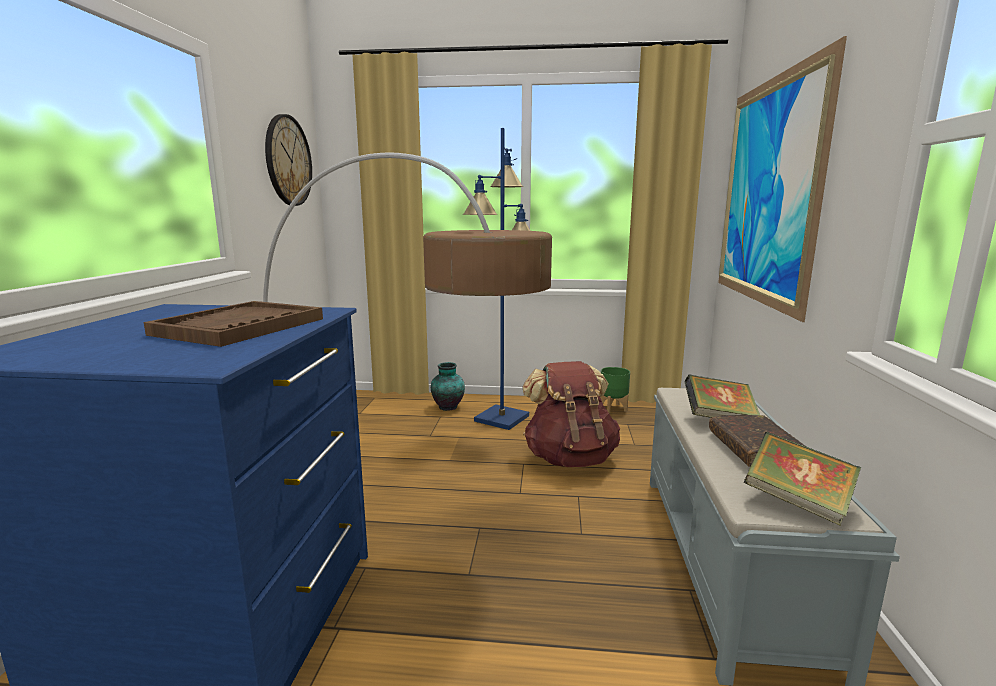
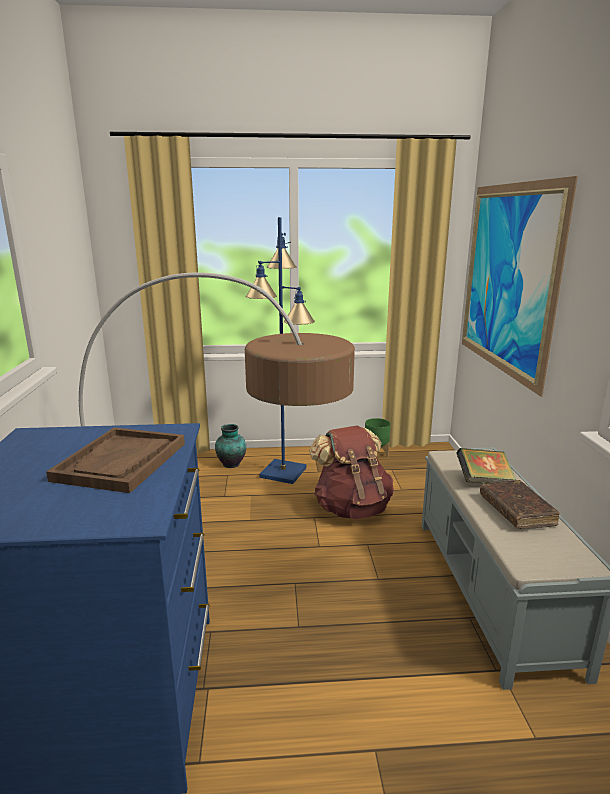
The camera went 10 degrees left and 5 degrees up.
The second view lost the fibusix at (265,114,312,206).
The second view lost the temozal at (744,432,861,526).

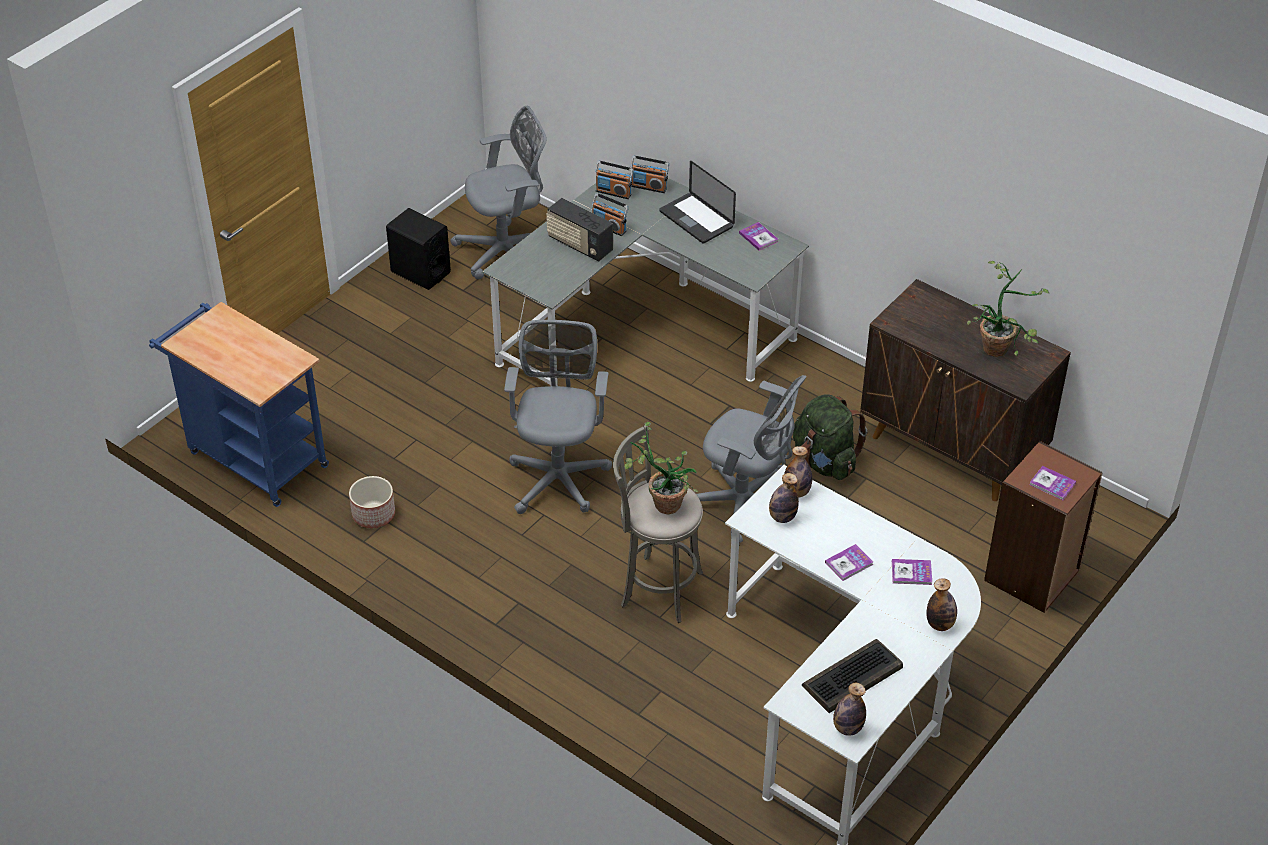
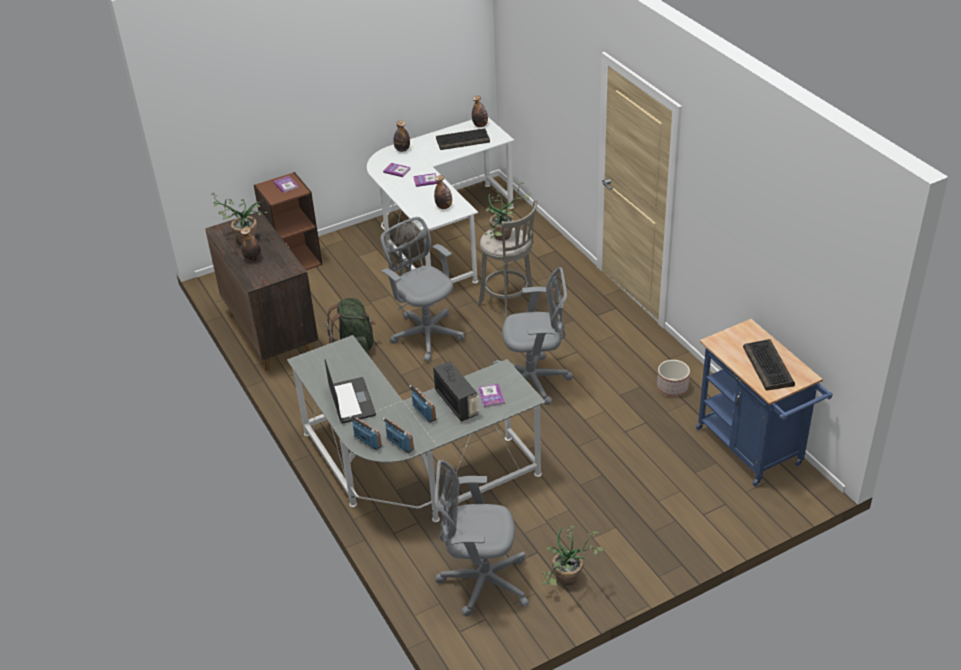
The camera went 155 degrees left and 5 degrees down.
The second view gained the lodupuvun at (743,339,795,391).
The temozal ended up elsewhere, having gone from (739,222,778,251) to (478,384,505,408).
The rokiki ended up elsewhere, having gone from (783,446,812,498) to (240,227,261,262).
Where the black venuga stood at (386,208,451,290), the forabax came to stand at (542,526,604,586).
The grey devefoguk at (504,320,612,514) ended up facing another way, 120 degrees counterclockwise from before.

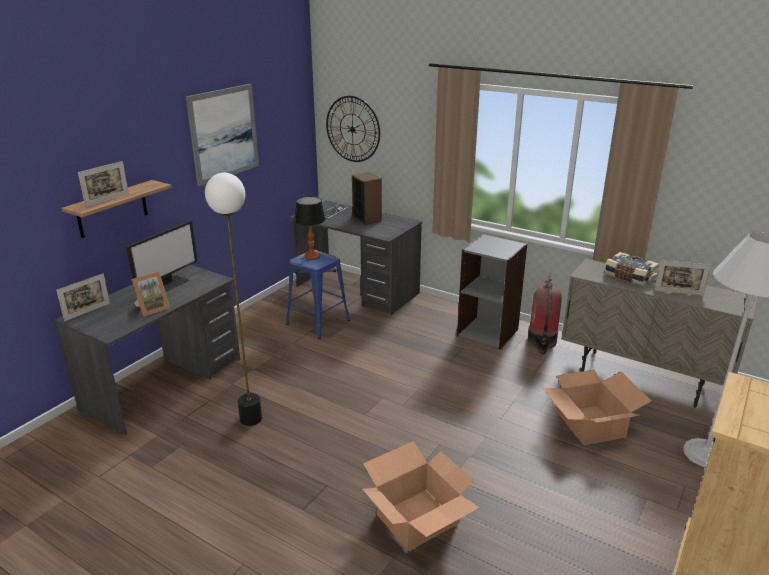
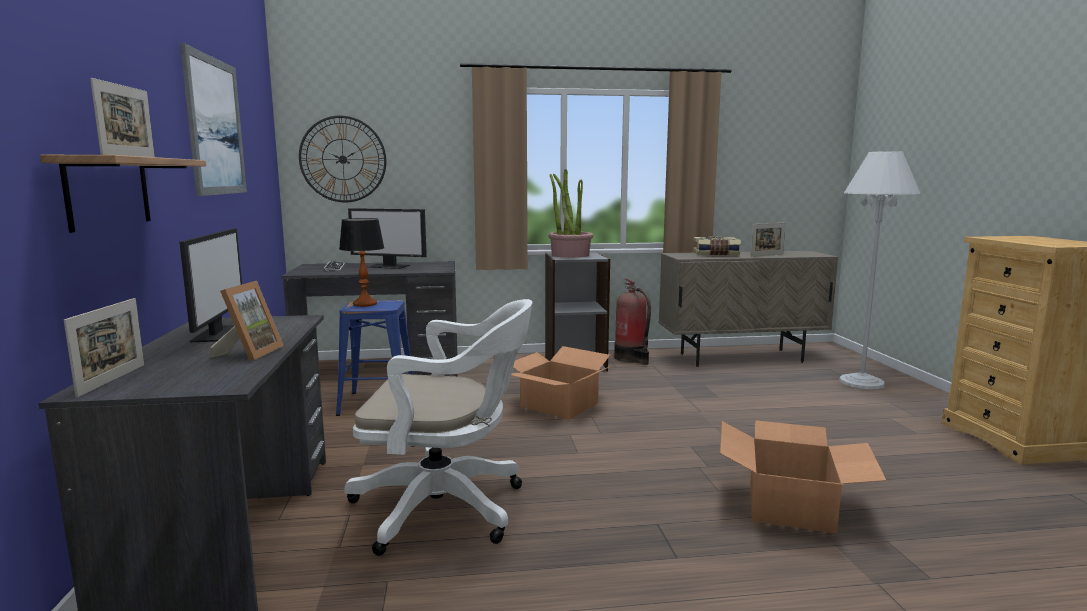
The camera went 40 degrees left and 15 degrees down.
The second view gained the forabax at (548,169,594,258).
The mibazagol ended up elsewhere, having gone from (543,369,651,445) to (511,346,611,419).
Where the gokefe stood at (205,173,262,426), the white devefoguk came to stand at (344,299,533,556).
Where the venuga stood at (352,172,382,225), the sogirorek came to stand at (348,208,427,269).

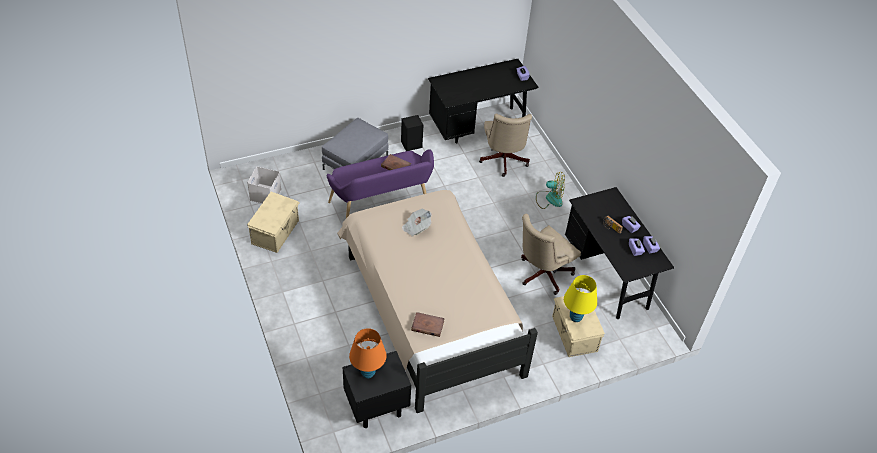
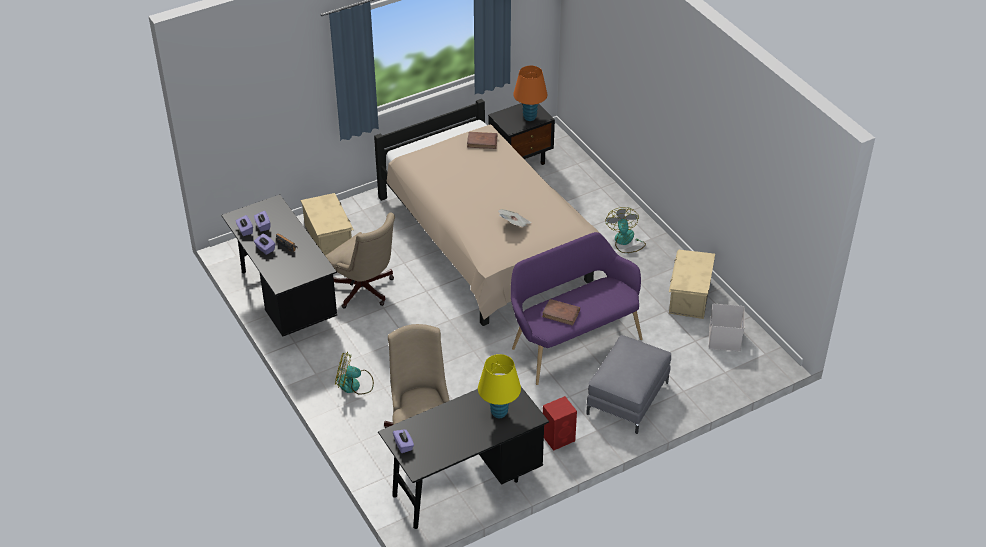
The camera went 175 degrees right and 5 degrees down.
The second view gained the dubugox at (605,207,646,253).
The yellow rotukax ended up elsewhere, having gone from (564,275,597,322) to (478,354,521,418).
What was the black venuga at (401,115,423,151) turned into the red venuga at (543,396,577,451).
The beige devefoguk at (521,214,581,295) ended up facing another way, 90 degrees clockwise from before.

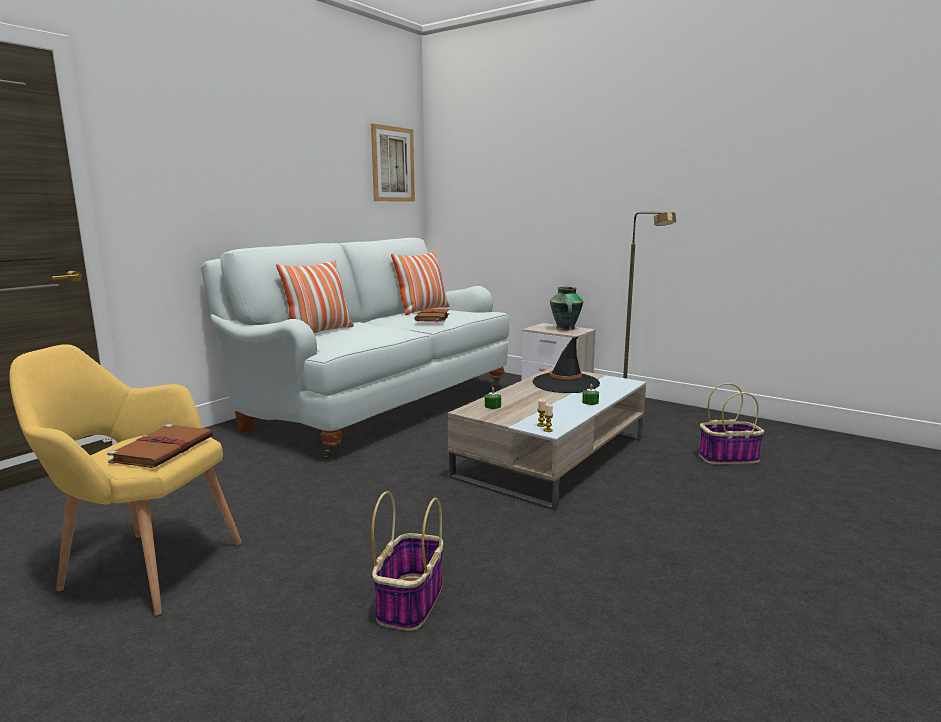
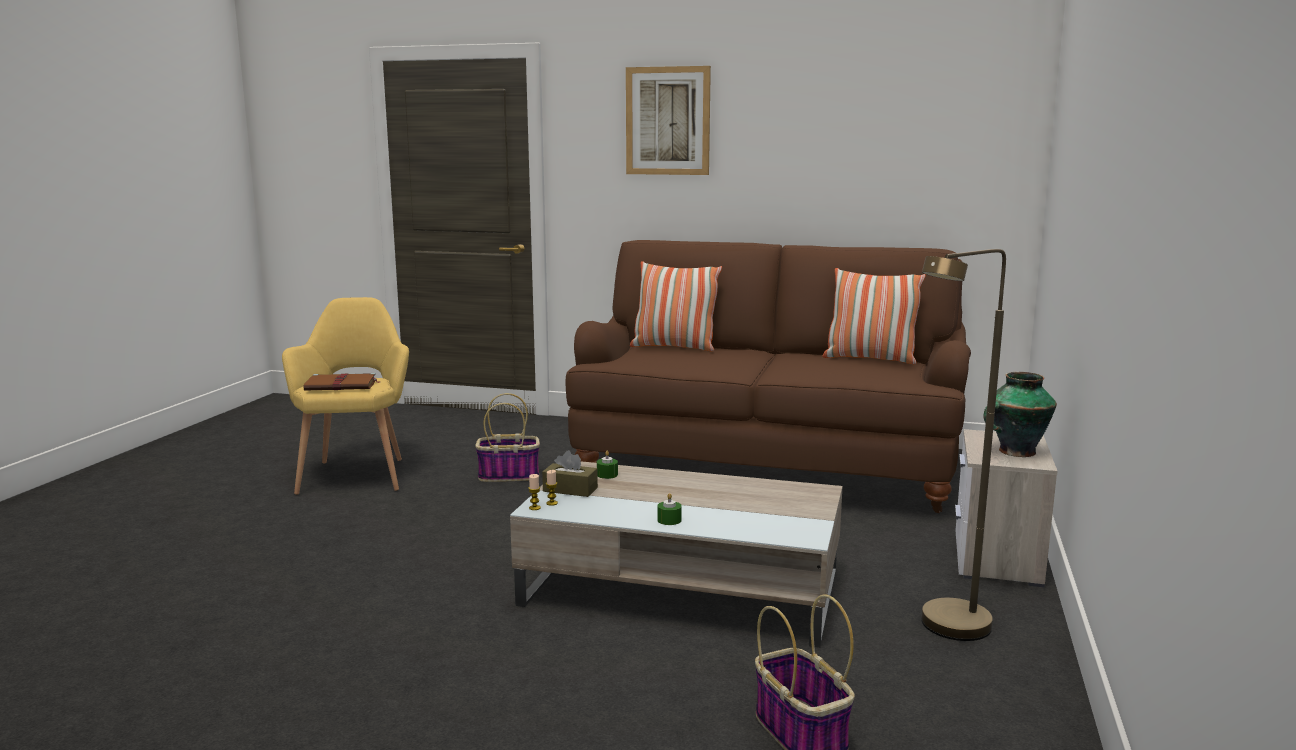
The camera went 70 degrees right and 0 degrees up.
The second view lost the brown temozal at (414,309,449,322).
The second view lost the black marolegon at (533,336,600,393).
The second view gained the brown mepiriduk at (542,450,598,497).
The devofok ended up elsewhere, having gone from (371,123,415,202) to (626,66,711,175).
The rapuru ended up elsewhere, having gone from (371,491,443,631) to (475,393,540,482).
What was the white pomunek at (201,238,509,457) turned into the brown pomunek at (566,240,971,513).

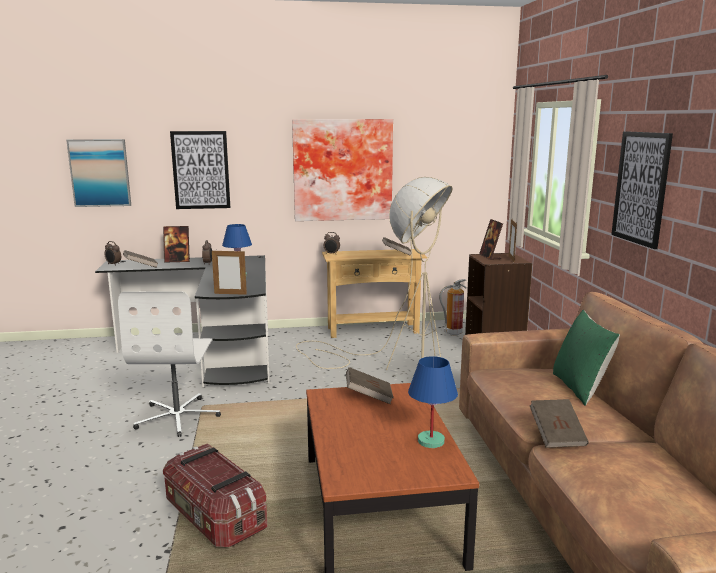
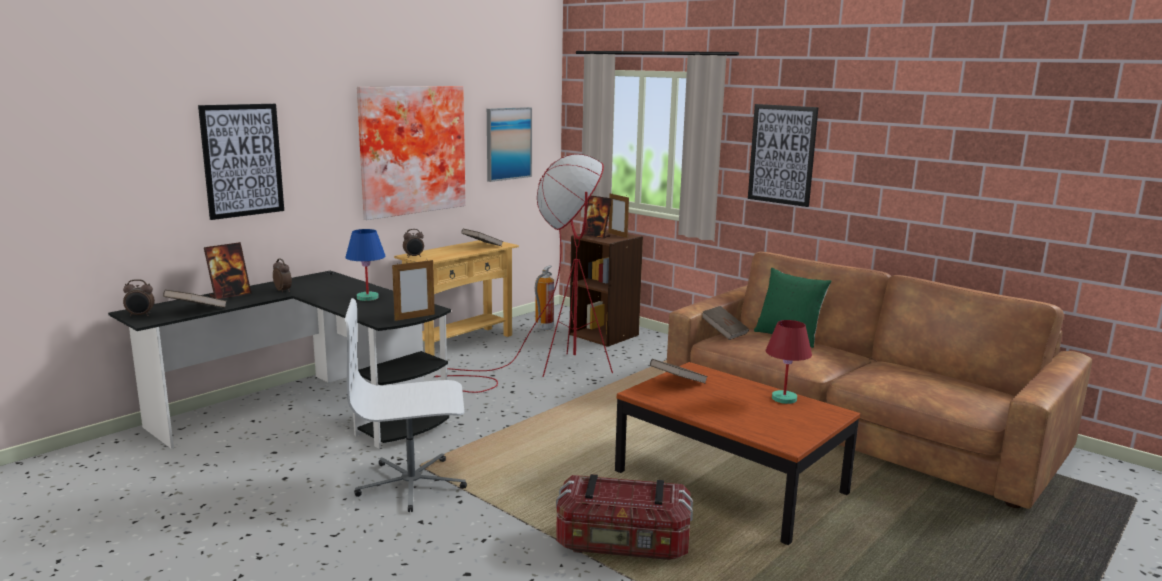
The camera went 40 degrees left and 0 degrees up.
The devofok ended up elsewhere, having gone from (66,139,131,207) to (487,107,532,182).
The brown temozal ended up elsewhere, having gone from (530,399,589,448) to (702,306,749,340).
What was the beige gokefe at (296,177,452,370) turned into the red gokefe at (435,154,613,393).
What was the blue rotukax at (408,356,458,448) turned into the red rotukax at (766,320,812,404).
The white devefoguk at (118,291,221,437) ended up facing another way, 120 degrees clockwise from before.

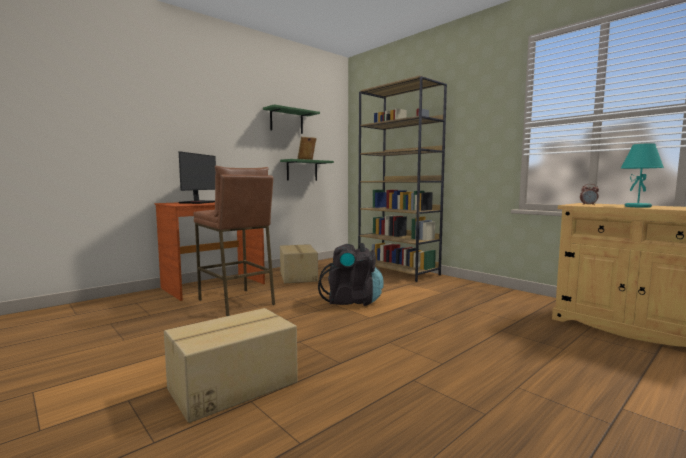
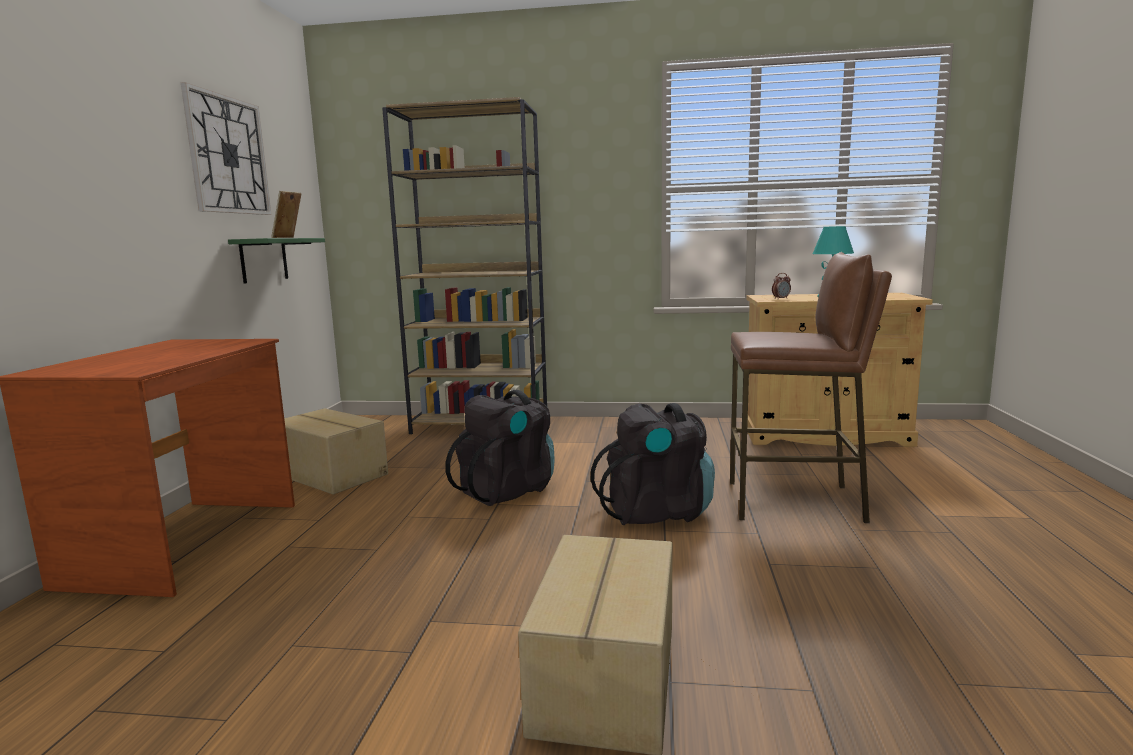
The camera went 40 degrees left and 5 degrees up.
The second view lost the sogirorek at (178,151,216,204).
The second view gained the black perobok at (591,403,715,525).
The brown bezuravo ended up elsewhere, having gone from (193,166,275,316) to (730,252,892,523).
Where the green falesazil hung at (263,104,320,134), the fibusix came to hang at (181,82,271,215).

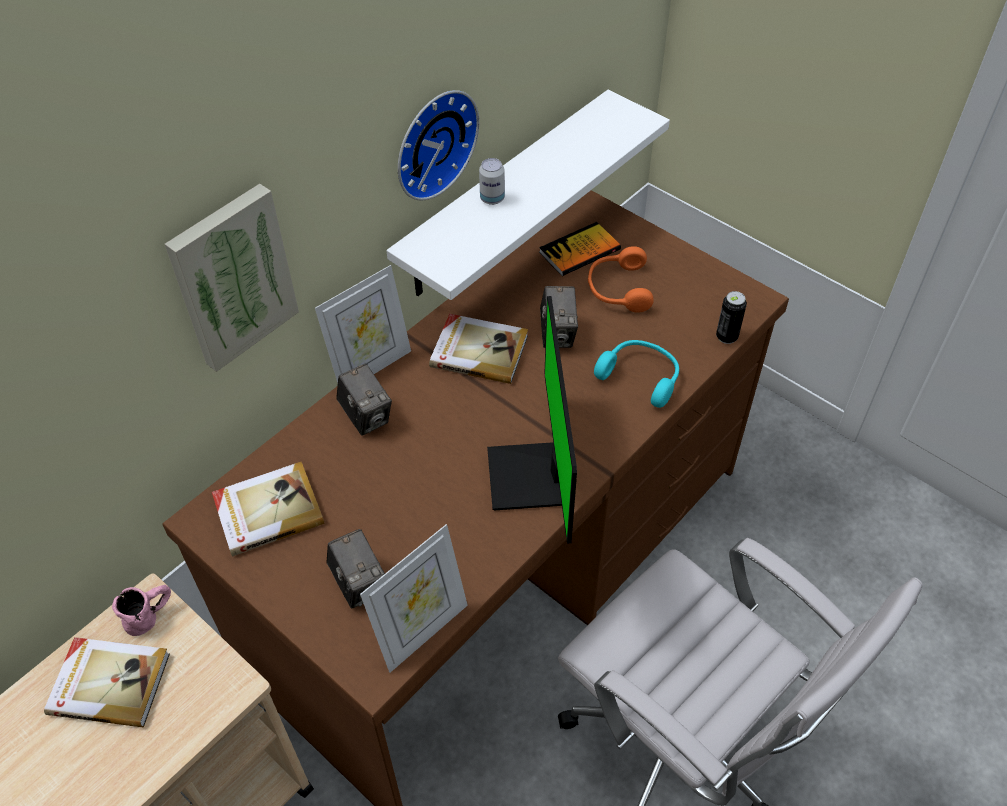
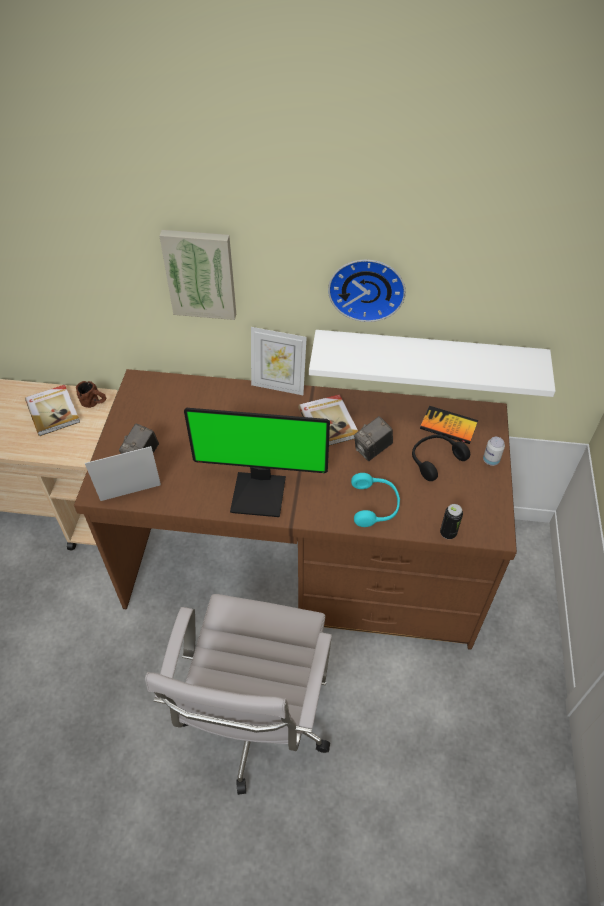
The camera went 55 degrees right and 0 degrees up.
The second view lost the temozal at (212,462,325,557).
The second view lost the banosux at (337,364,392,435).
The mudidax ended up elsewhere, having gone from (479,158,505,205) to (483,437,505,466).
What was the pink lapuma at (112,585,171,636) turned into the brown lapuma at (76,381,106,408).
What was the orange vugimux at (588,246,654,313) turned into the black vugimux at (412,435,470,481).
The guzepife at (360,524,468,673) ended up facing another way, 150 degrees clockwise from before.
The sogirorek at (487,296,577,543) ended up facing another way, 135 degrees counterclockwise from before.

